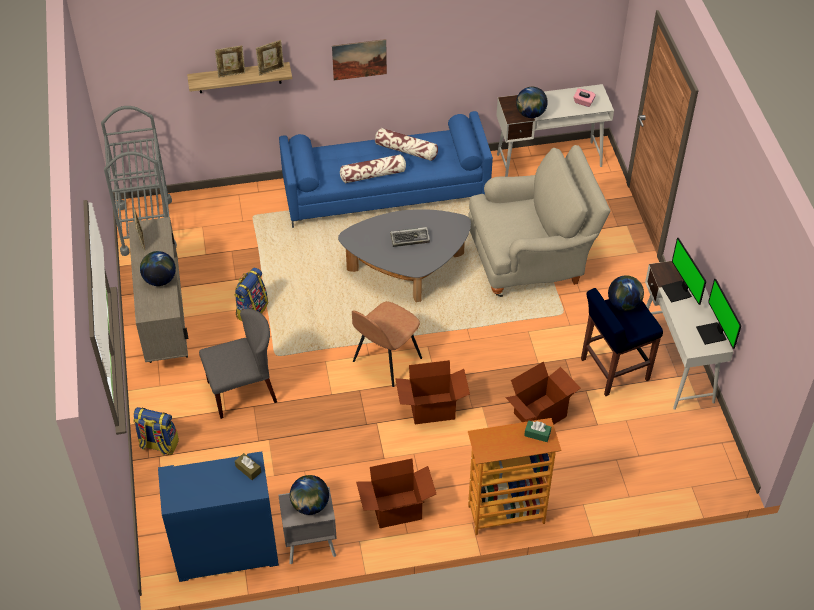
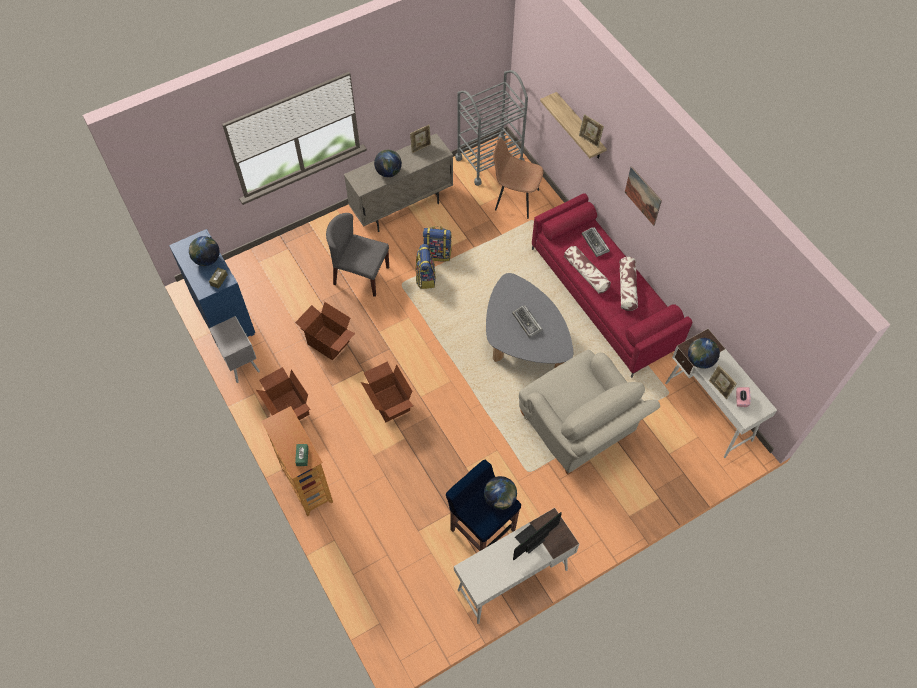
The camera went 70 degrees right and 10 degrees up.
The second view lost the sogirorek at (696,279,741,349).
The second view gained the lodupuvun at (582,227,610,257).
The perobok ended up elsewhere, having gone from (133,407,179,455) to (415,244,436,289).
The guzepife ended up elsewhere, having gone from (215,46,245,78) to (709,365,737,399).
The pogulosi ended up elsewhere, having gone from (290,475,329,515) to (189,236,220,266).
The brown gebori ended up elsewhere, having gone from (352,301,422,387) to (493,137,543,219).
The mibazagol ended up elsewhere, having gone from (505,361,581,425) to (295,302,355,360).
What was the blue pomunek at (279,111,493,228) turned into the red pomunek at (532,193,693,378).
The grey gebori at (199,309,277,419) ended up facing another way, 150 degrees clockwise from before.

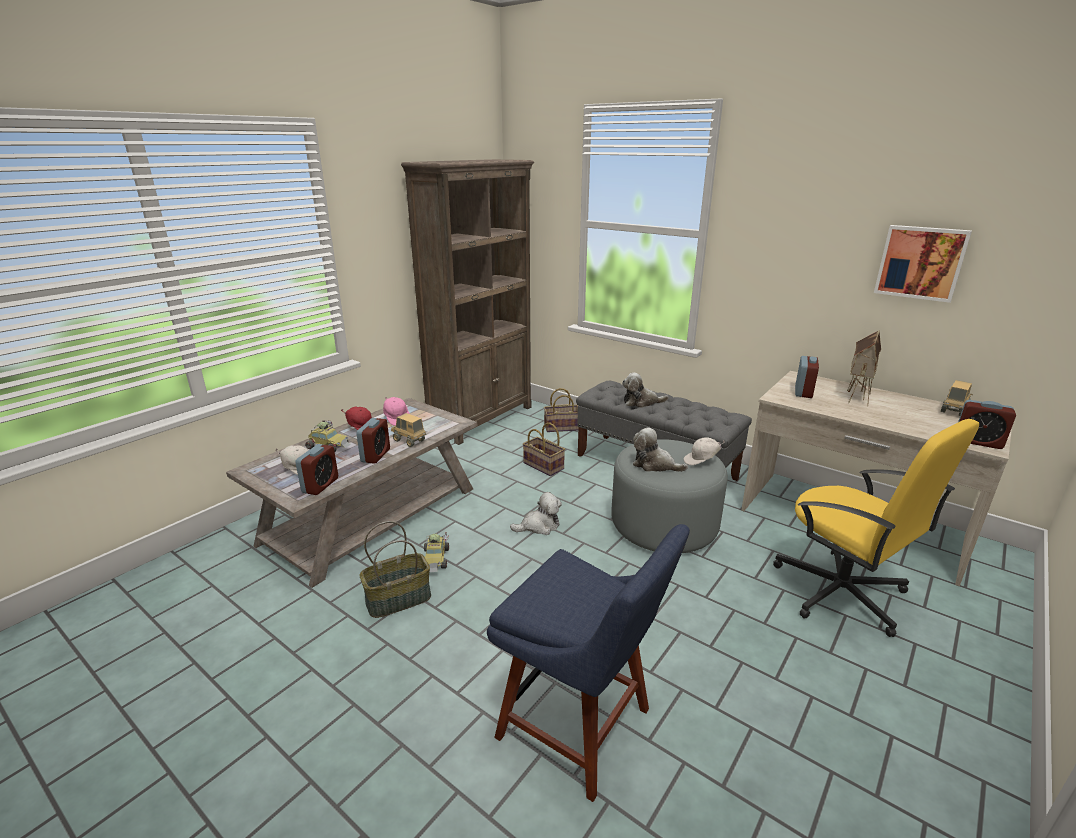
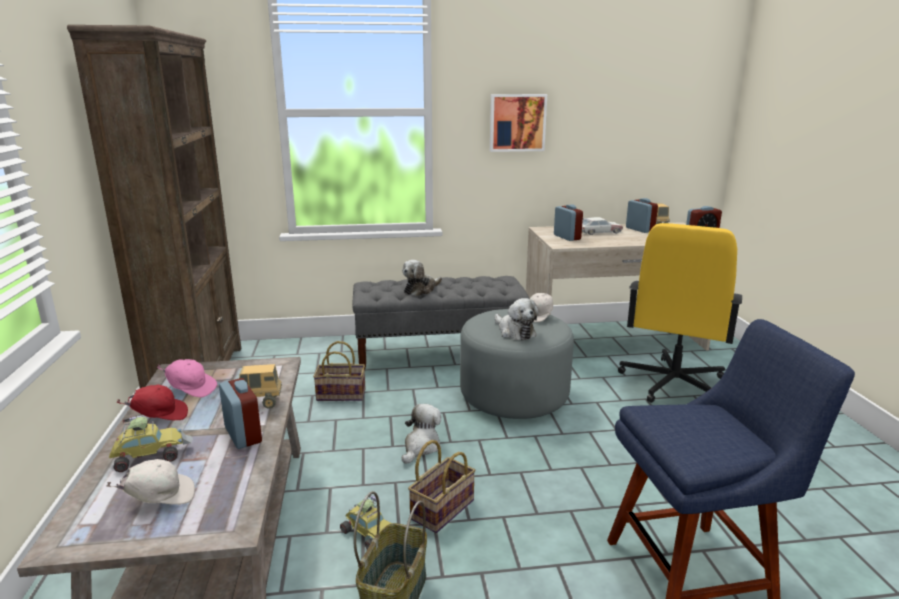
The camera went 45 degrees left and 5 degrees down.
The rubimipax ended up elsewhere, having gone from (295,444,338,495) to (626,198,658,233).
The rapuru ended up elsewhere, having gone from (544,388,579,432) to (408,440,475,533).
The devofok ended up elsewhere, having gone from (874,225,972,303) to (490,94,547,152).
Where the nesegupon stood at (847,330,881,403), the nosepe came to stand at (582,217,623,235).
The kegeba at (633,427,688,472) ended up facing another way, 105 degrees counterclockwise from before.
The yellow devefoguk at (773,419,979,637) ended up facing another way, 105 degrees clockwise from before.

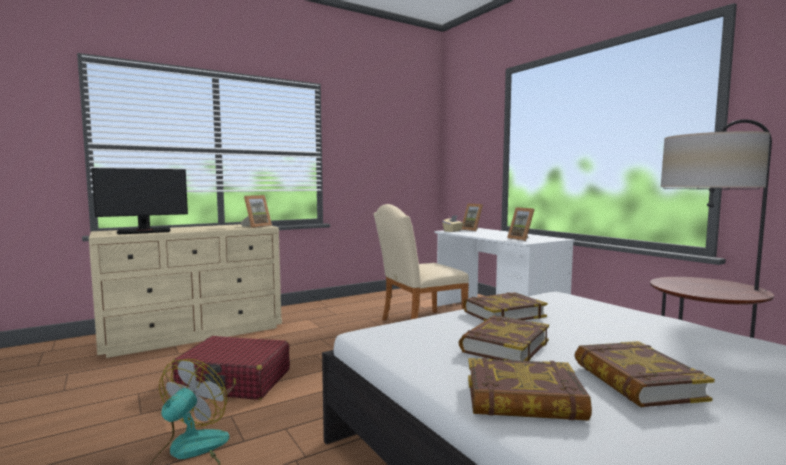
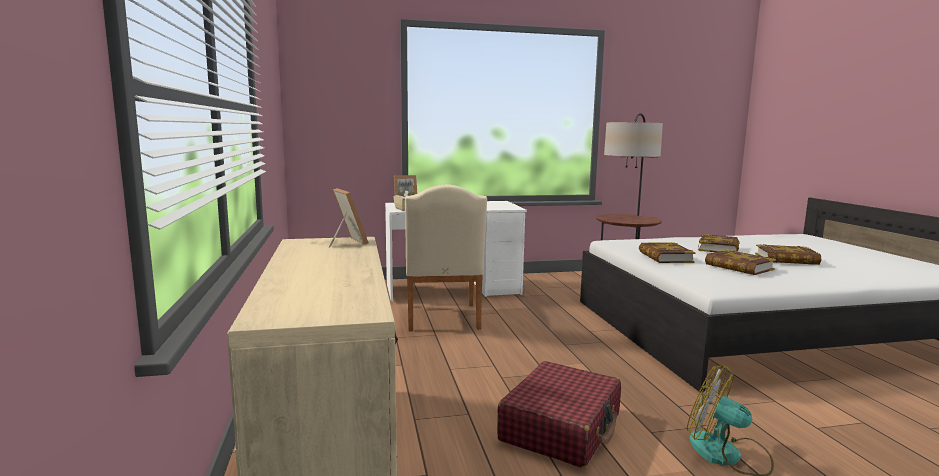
The camera went 70 degrees left and 5 degrees up.
The second view lost the sogirorek at (92,168,188,235).
The second view lost the guzepife at (507,207,535,241).
The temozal ended up elsewhere, having gone from (468,358,592,421) to (698,234,740,252).

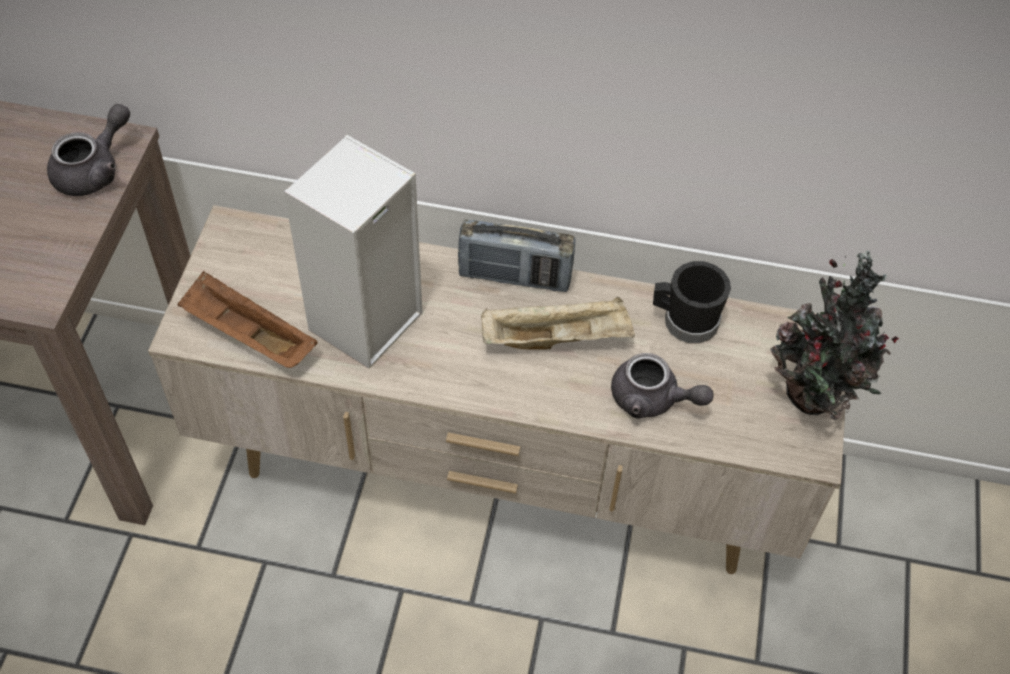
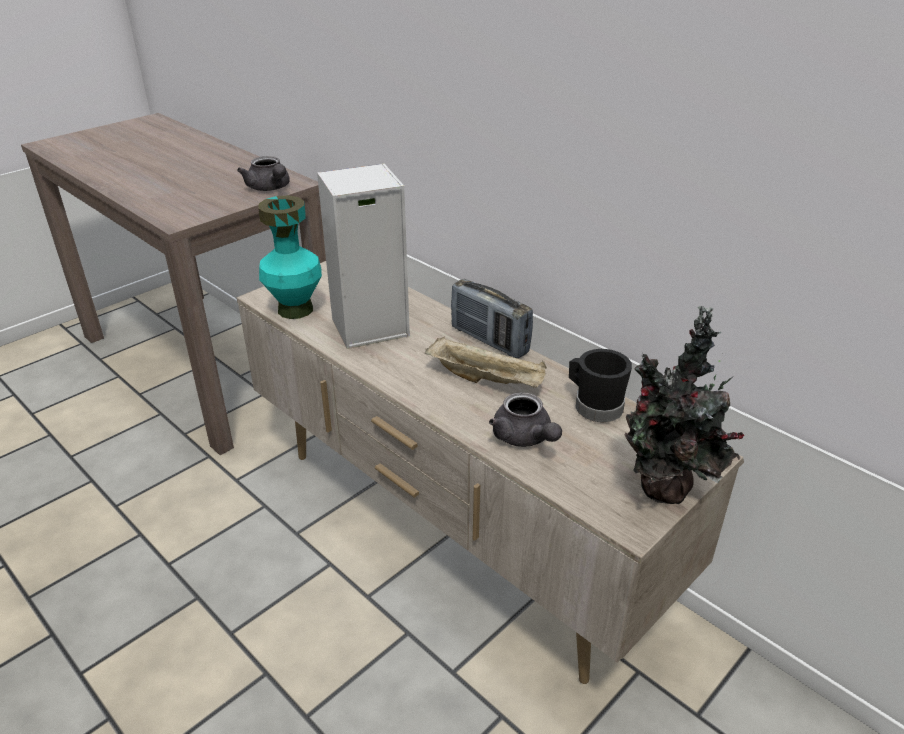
The camera went 35 degrees right and 20 degrees down.
Where the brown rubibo stood at (178,271,318,368), the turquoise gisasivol came to stand at (258,196,322,319).
The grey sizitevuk at (47,104,130,196) ended up facing another way, 75 degrees clockwise from before.

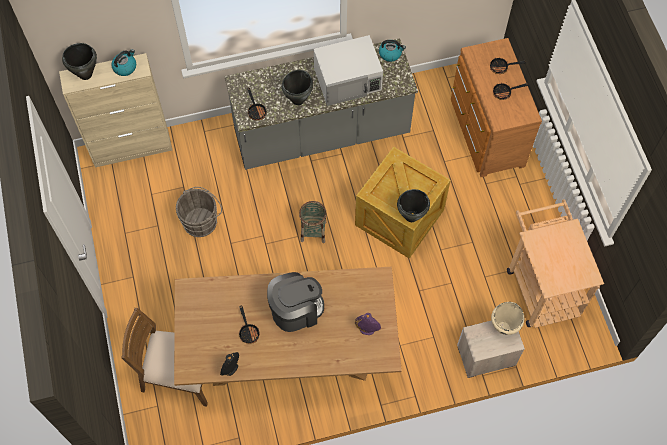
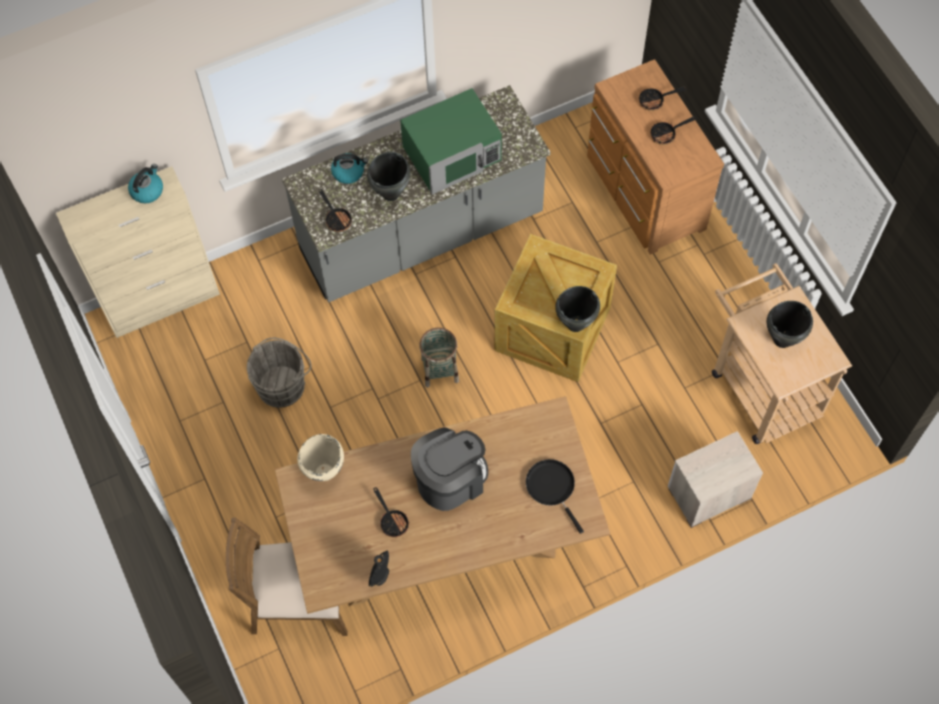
The camera went 10 degrees left and 0 degrees up.
The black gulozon ended up elsewhere, having gone from (62,43,97,80) to (767,301,813,348).
The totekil ended up elsewhere, having gone from (379,40,406,62) to (331,153,368,184).
The beige gulozon ended up elsewhere, having gone from (491,302,524,335) to (297,434,344,481).
Where the purple gisasivol stood at (355,313,381,335), the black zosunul came to stand at (526,459,584,534).
What was the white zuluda at (314,35,383,106) turned into the green zuluda at (400,88,502,195).

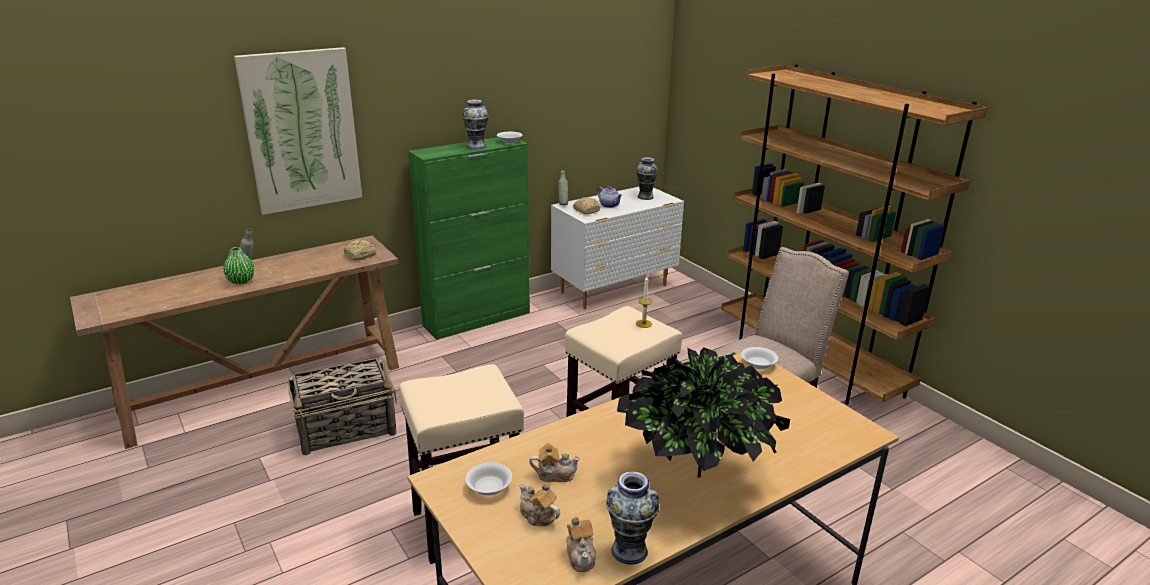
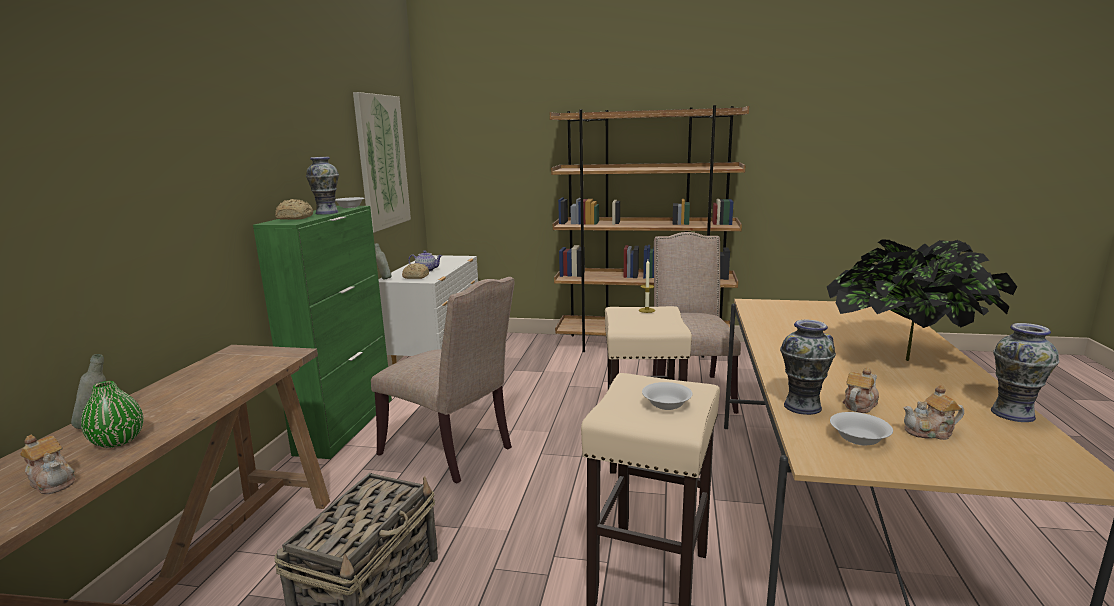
The camera went 45 degrees left and 10 degrees down.
The second view gained the beige gebori at (371,277,515,484).
The devofok ended up elsewhere, having gone from (234,47,362,215) to (353,92,411,233).
The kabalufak ended up elsewhere, having gone from (344,239,376,260) to (275,199,314,220).
The sizitevuk ended up elsewhere, having gone from (566,516,596,572) to (20,435,75,494).
The gisasivol ended up elsewhere, having gone from (636,157,658,200) to (780,320,836,415).
The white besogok ended up elsewhere, having gone from (741,347,778,369) to (642,382,692,410).

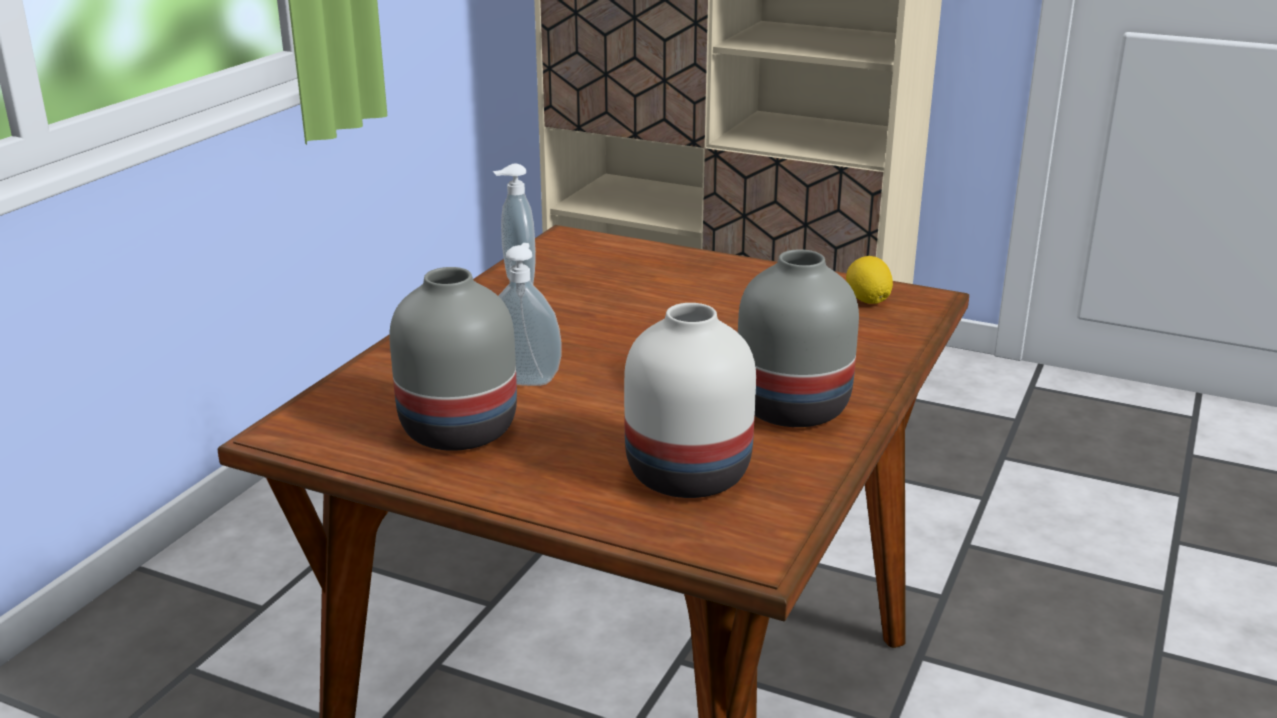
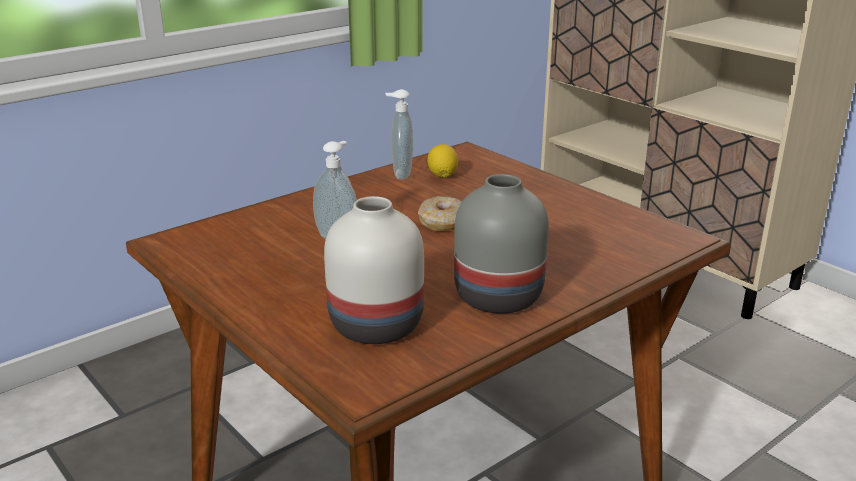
The camera went 25 degrees right and 0 degrees up.
The second view lost the grey gisasivol at (389,267,517,451).
The second view gained the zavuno at (418,196,462,231).
The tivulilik ended up elsewhere, having gone from (846,256,893,304) to (427,144,458,178).

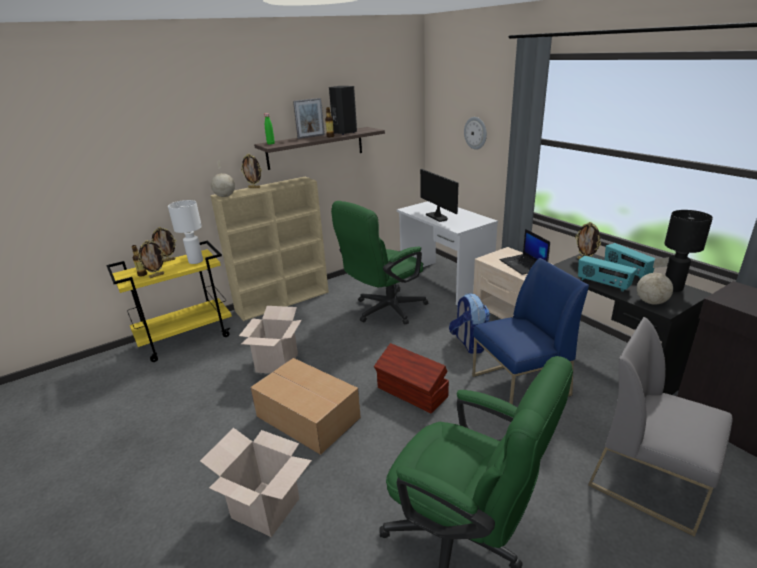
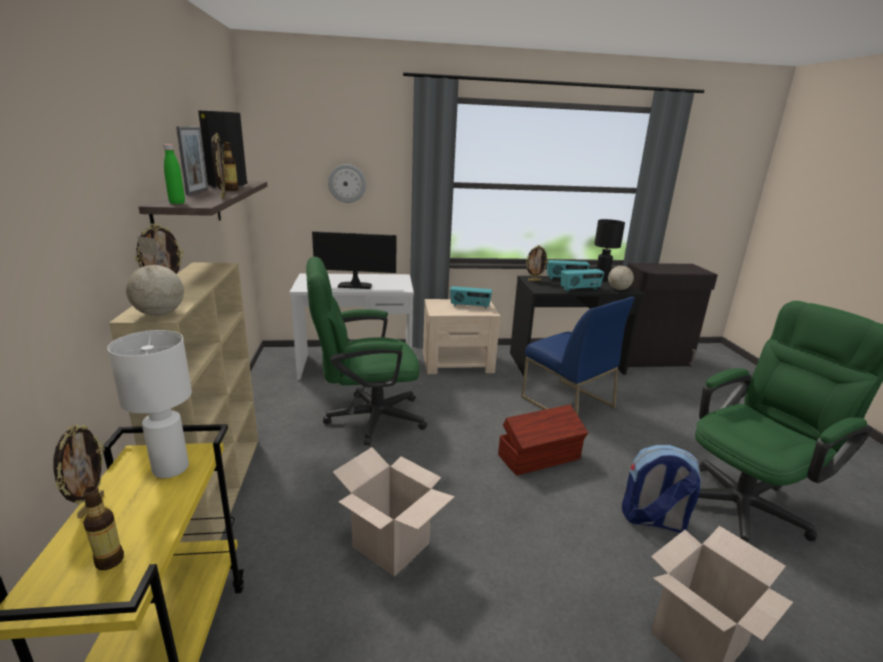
The camera went 65 degrees left and 5 degrees down.
The second view lost the mibazagol at (250,358,361,455).
The second view lost the grey gebori at (588,317,732,537).
The guzepife ended up elsewhere, having gone from (138,240,165,278) to (212,133,226,198).
The perobok ended up elsewhere, having gone from (449,293,490,354) to (622,445,701,532).
Where the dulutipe stood at (500,229,550,275), the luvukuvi came to stand at (450,286,492,309).
The green devefoguk at (331,201,428,325) ended up facing another way, 90 degrees clockwise from before.
The blue gebori at (472,258,589,405) ended up facing another way, 135 degrees clockwise from before.

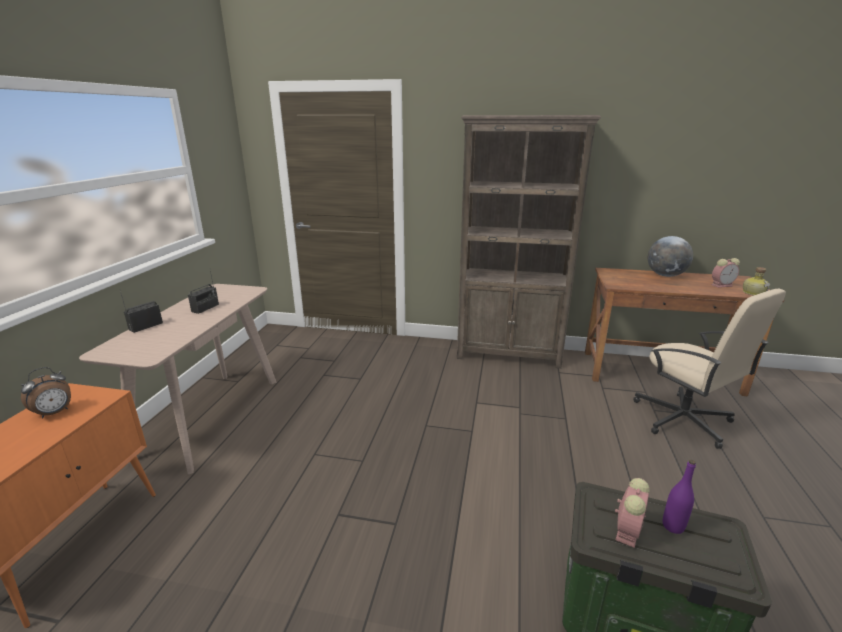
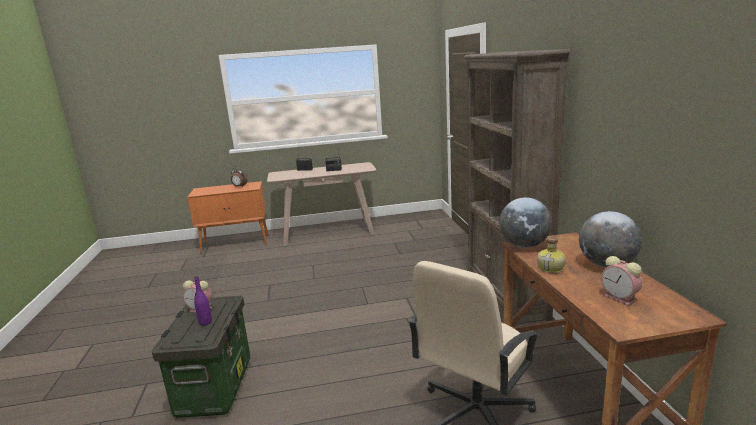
The camera went 70 degrees right and 5 degrees down.
The second view gained the pogulosi at (499,197,552,248).
The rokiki ended up elsewhere, having gone from (743,267,770,296) to (537,236,566,273).

